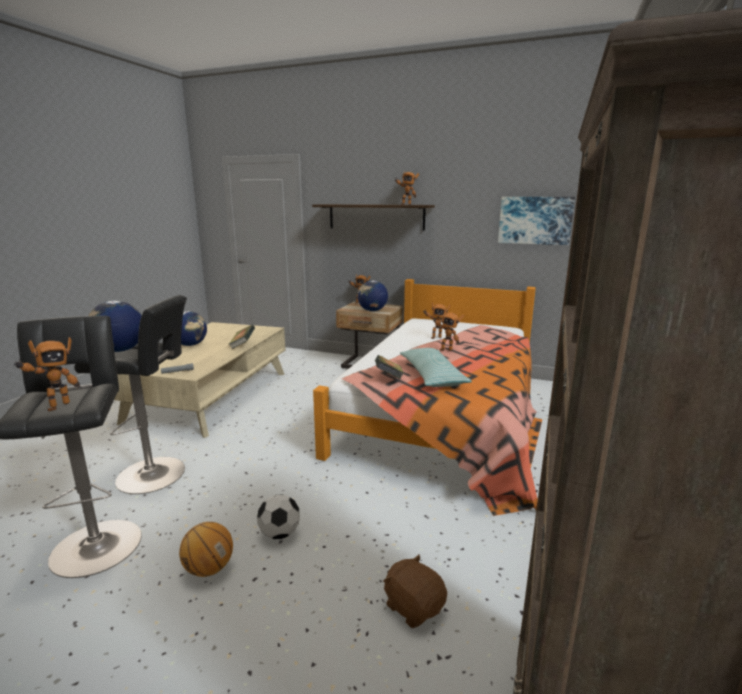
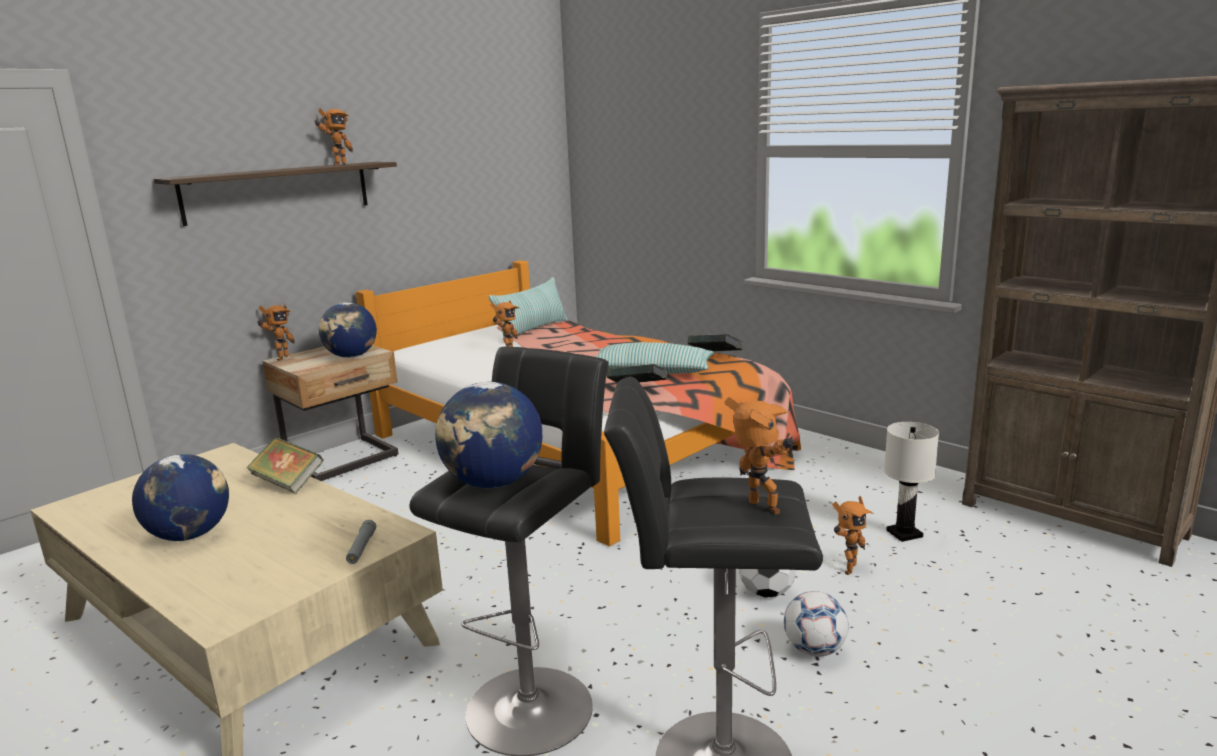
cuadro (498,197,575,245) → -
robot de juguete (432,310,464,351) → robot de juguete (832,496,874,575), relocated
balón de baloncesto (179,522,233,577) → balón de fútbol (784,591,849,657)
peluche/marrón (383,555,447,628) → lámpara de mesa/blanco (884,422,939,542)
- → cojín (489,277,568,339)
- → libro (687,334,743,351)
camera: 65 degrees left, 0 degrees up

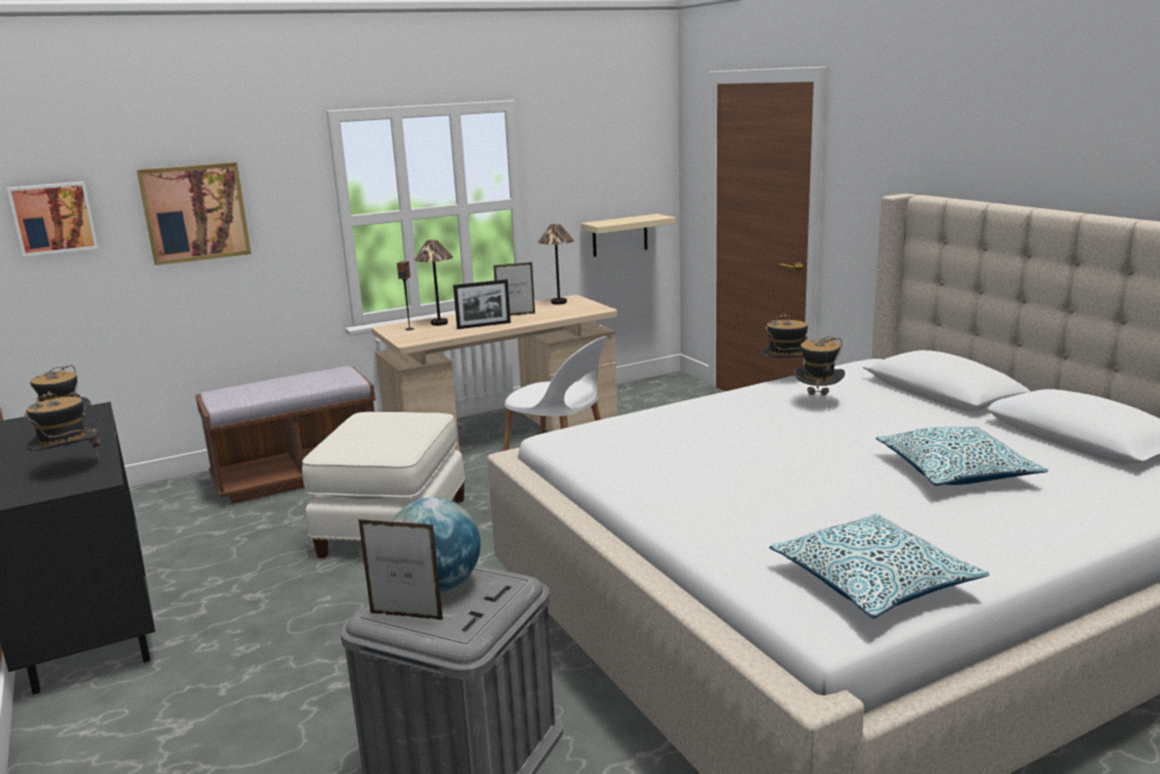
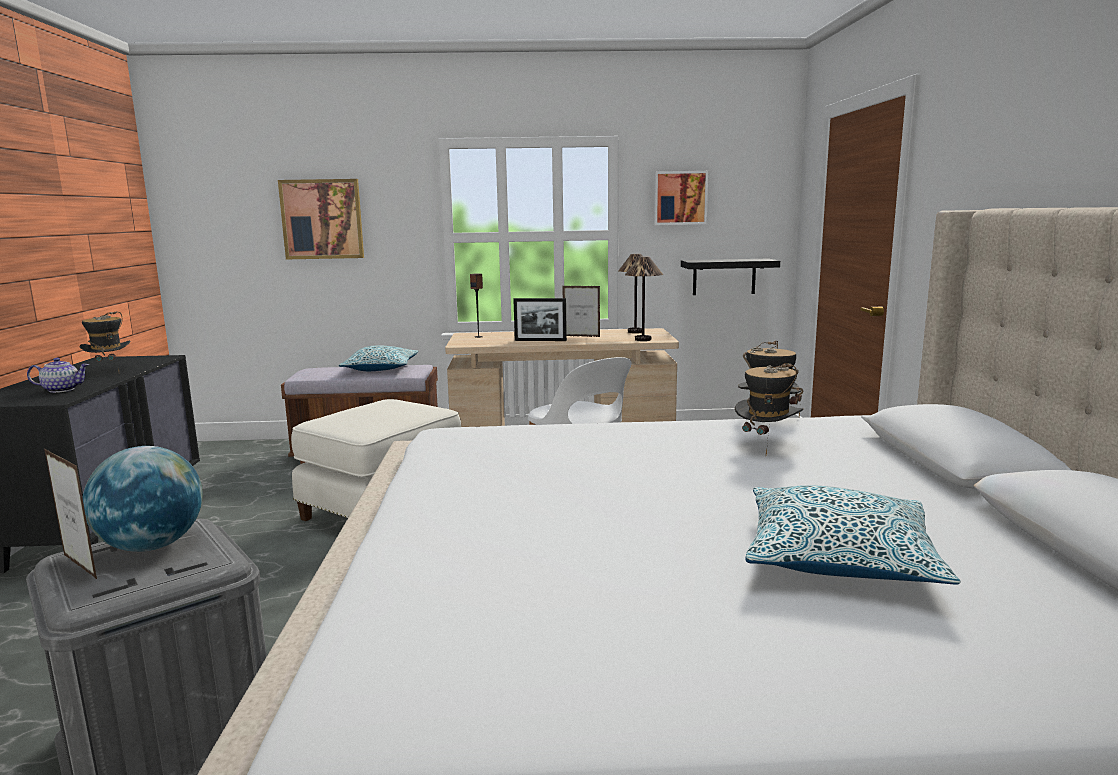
cuadro (7,182,98,257) → cuadro (654,171,708,225), relocated
estante/beis (581,214,676,257) → estante/negro (681,259,780,295)
lámpara de mesa (414,240,453,326) → lámpara de mesa (625,257,663,341), relocated
sombrero (24,391,100,458) → tetera (27,358,89,393)
cojín (769,513,990,618) → cojín (339,345,418,371), relocated
camera: 25 degrees right, 5 degrees down

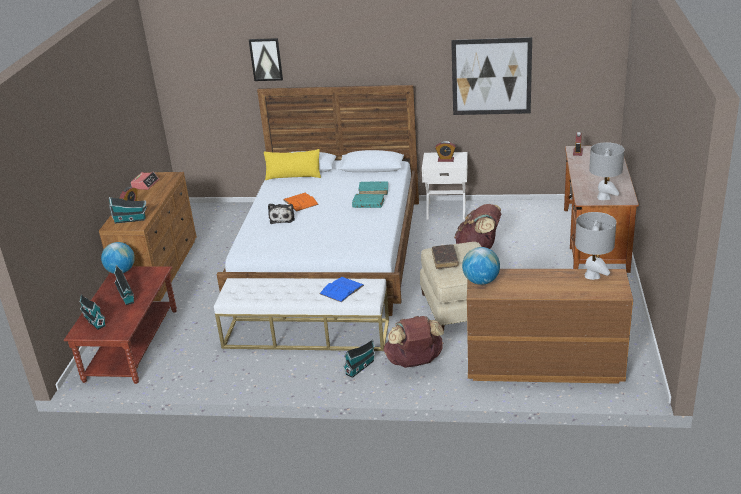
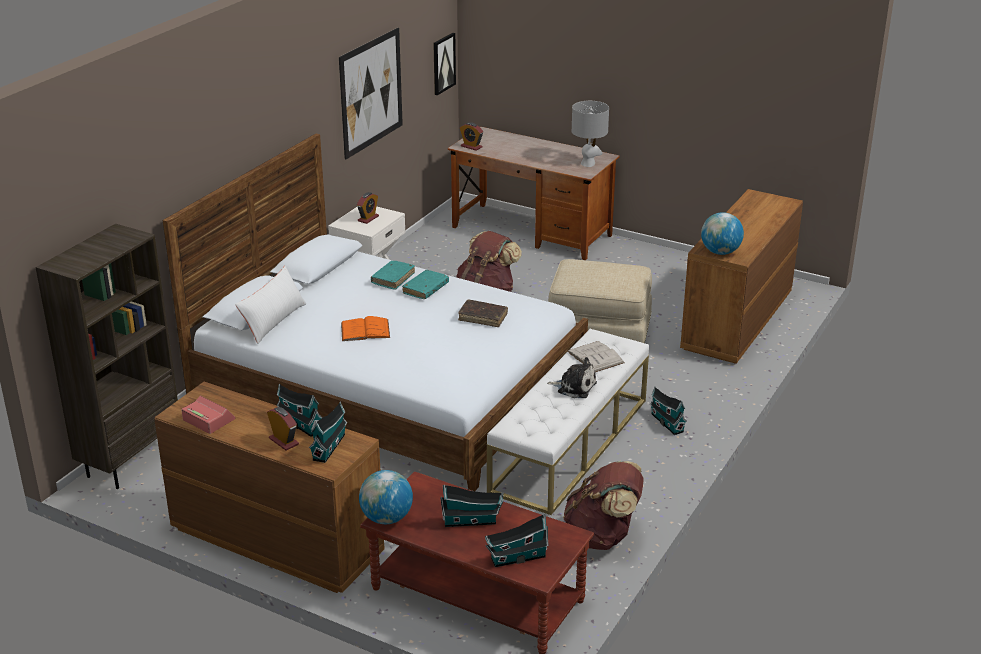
cuadro (249,38,283,81) → cuadro (433,33,456,95), relocated
cojín/amarillo (264,149,321,180) → cojín/blanco (235,266,306,344)
peluche (268,204,295,224) → peluche (547,357,597,398), relocated
lámpara de mesa/gris (575,212,616,280) → -
libro/marrón (432,245,459,269) → libro/marrón (458,299,508,327), relocated
libro/azul (320,277,364,302) → libro/blanco (567,341,625,372)
mochila/marrón (384,316,444,368) → mochila/marrón (563,461,644,550), relocated
- → estantería/marrón (36,224,178,489)
- → casita (277,384,323,437)
camera: 70 degrees left, 0 degrees up

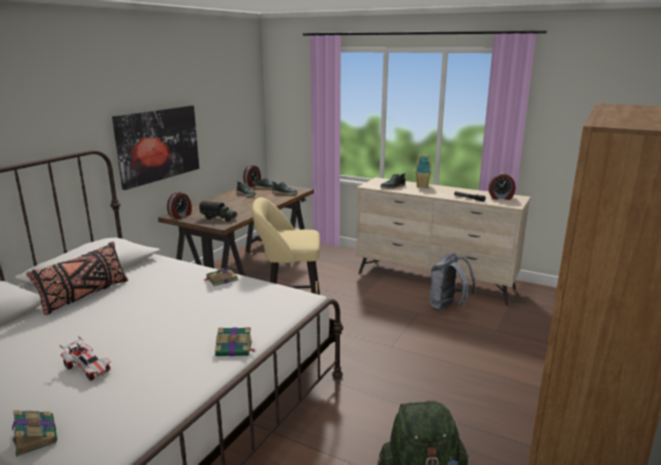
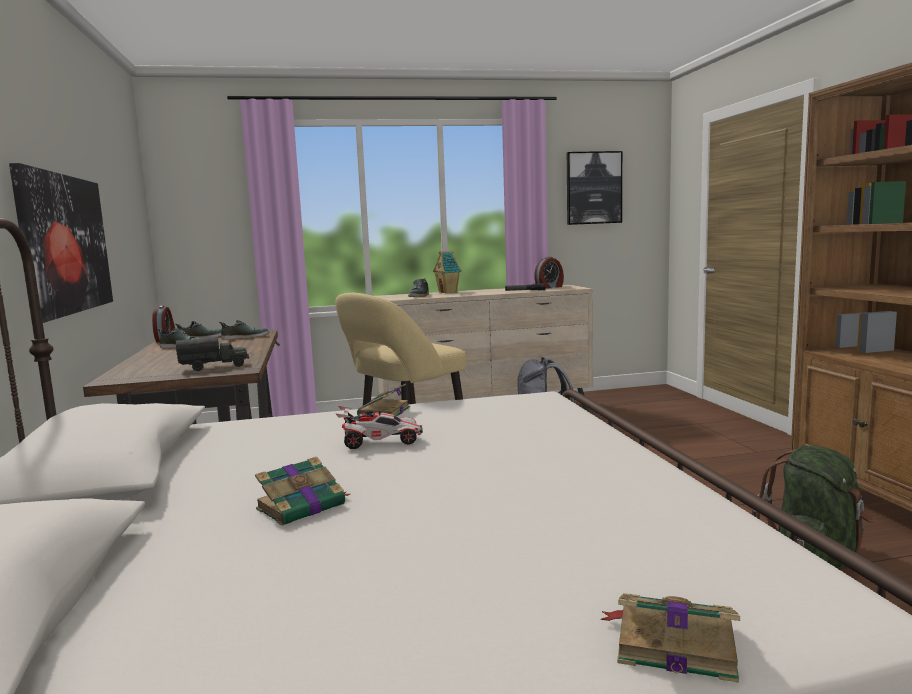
despertador (167,192,192,219) → -
cojín/negro (26,241,128,315) → -
libro (215,327,256,356) → libro (255,457,350,526), relocated
coche de juguete (59,336,111,381) → coche de juguete (336,406,423,449), relocated
- → cuadro (567,151,622,225)
camera: 40 degrees left, 10 degrees down

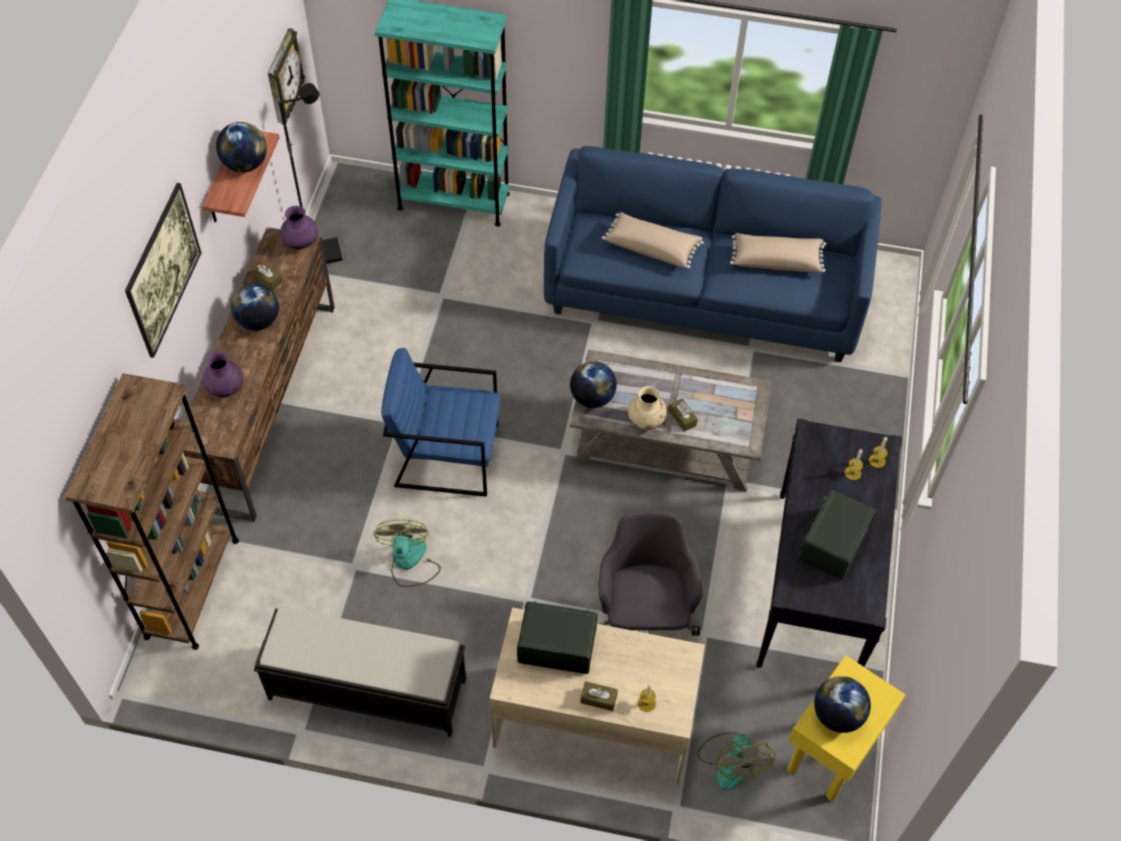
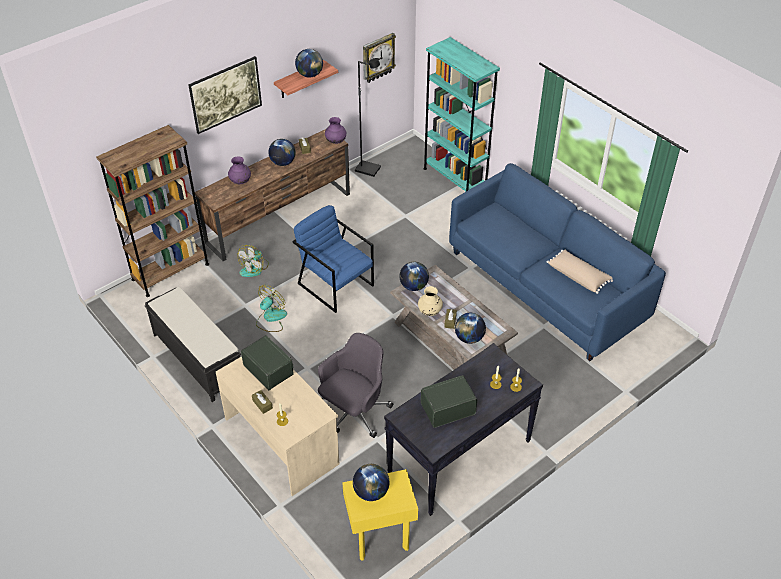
cojín/beis (602,212,704,269) → -
ventilador (697,732,775,790) → ventilador (237,245,269,277), relocated
- → globo terráqueo (455,313,486,344)
camera: 40 degrees right, 10 degrees down

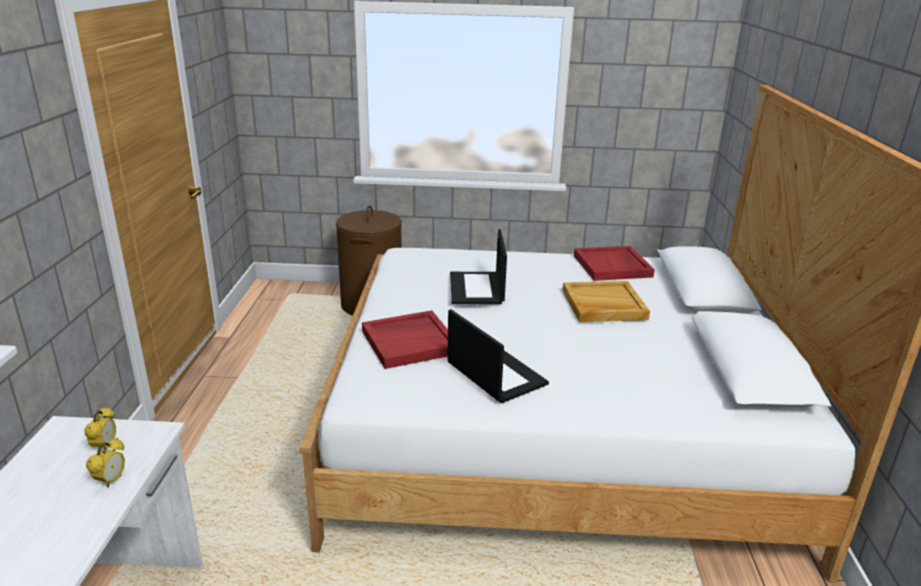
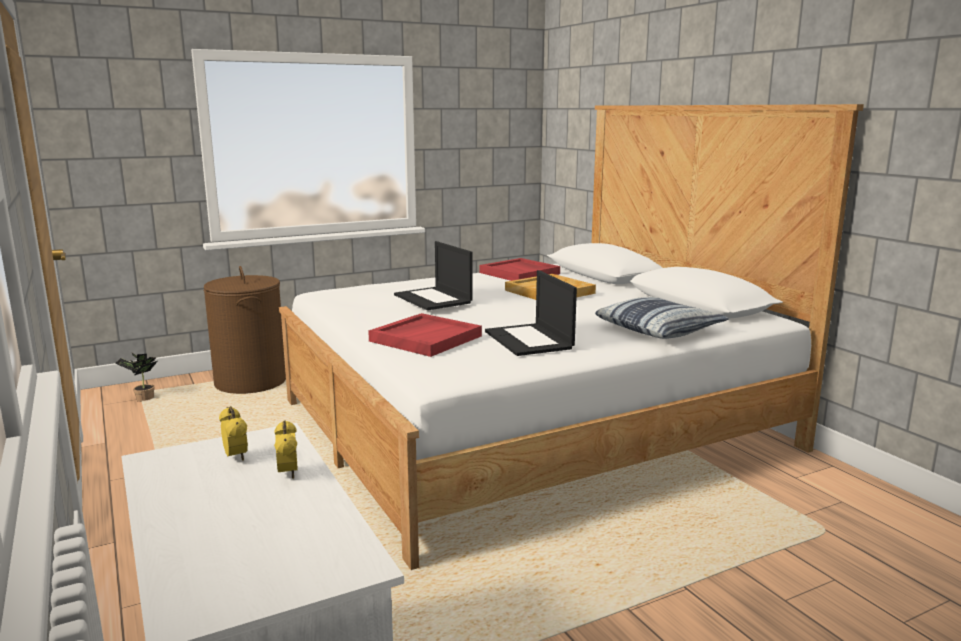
portátil (447,309,549,403) → portátil (485,270,577,356), 135 degrees counterclockwise
- → cojín (595,297,729,339)
- → planta en maceta (115,352,158,402)
camera: 30 degrees left, 10 degrees down

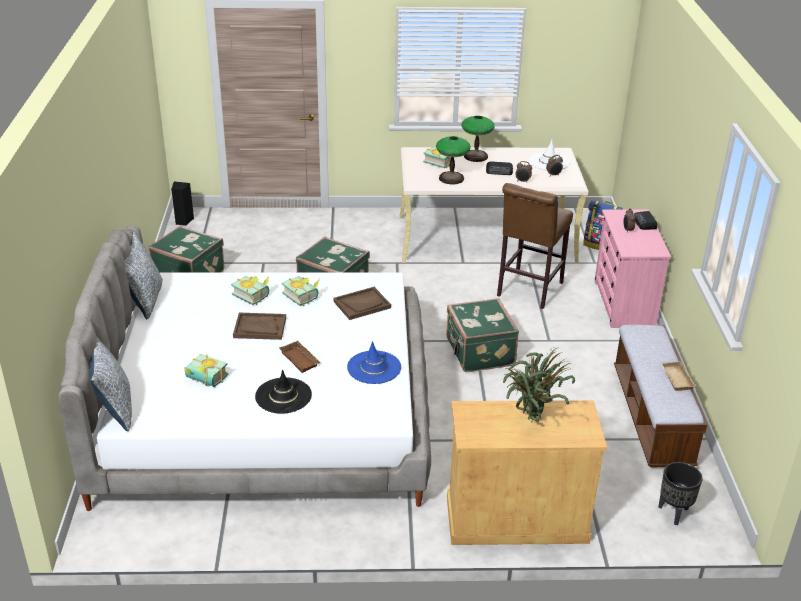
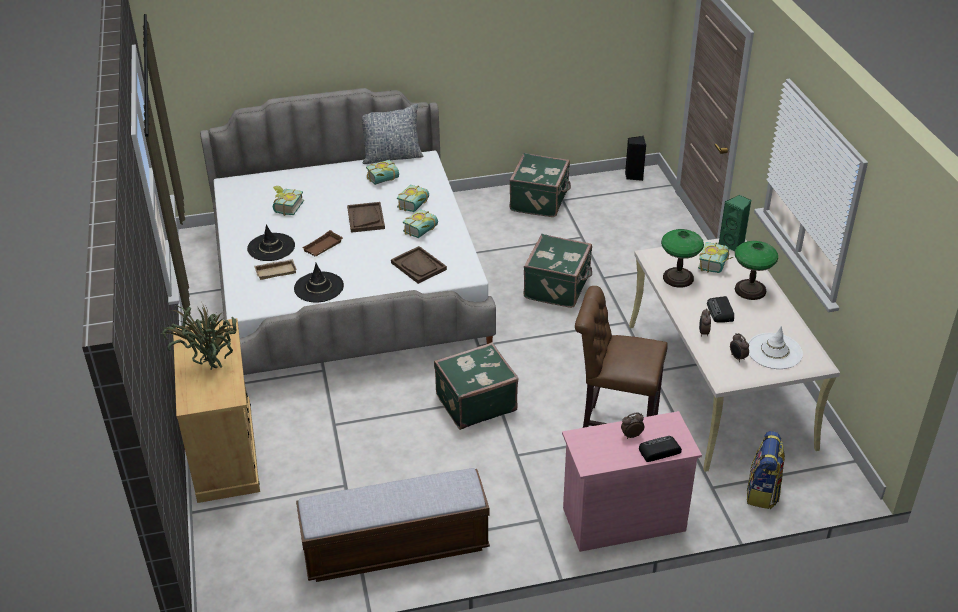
cojín (90,336,132,431) → -
sombrero/azul (347,341,401,384) → sombrero/negro (294,263,344,302)
bandeja/beis (660,361,696,391) → bandeja/beis (254,259,297,280), relocated
maceta/negro (658,462,703,525) → -
- → libro (366,160,399,185)
- → altavoz/verde (719,195,751,252)
camera: 80 degrees right, 5 degrees up

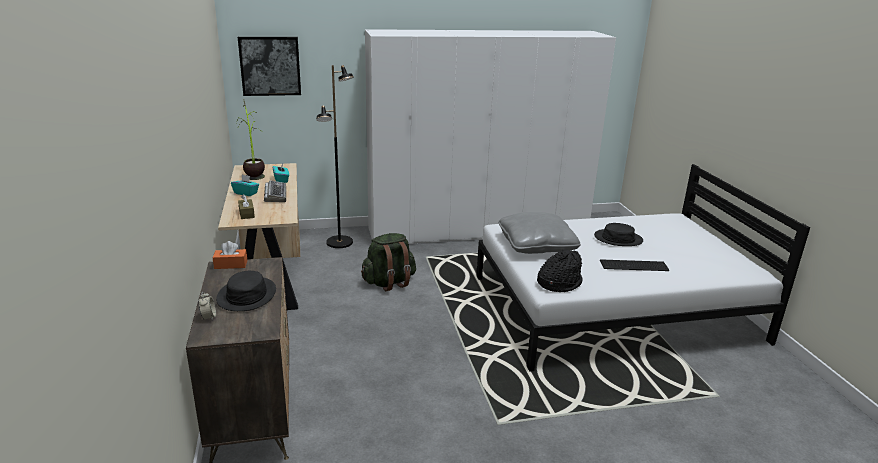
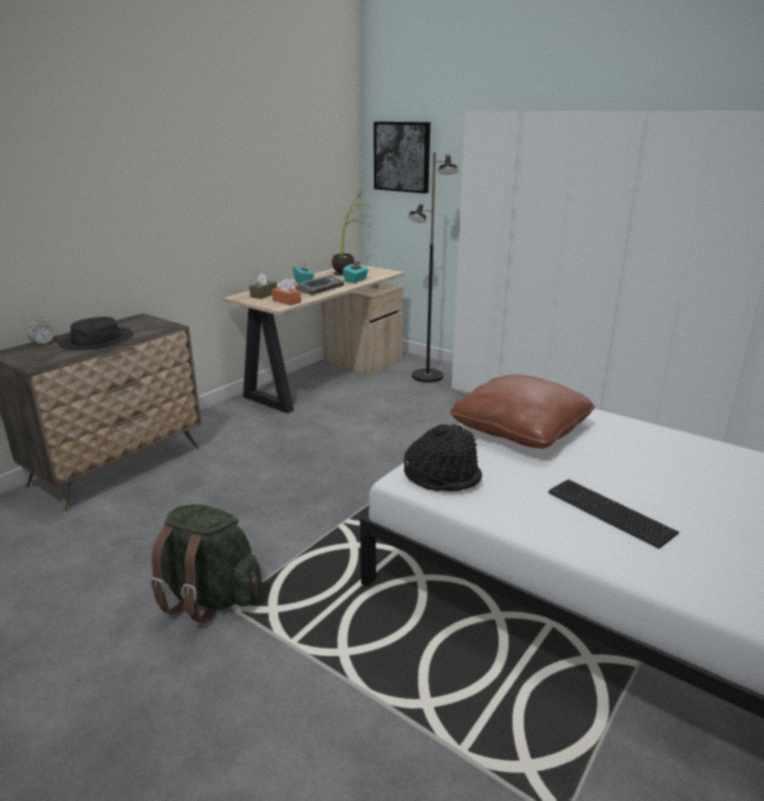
cojín/gris (498,212,581,254) → cojín/marrón (450,375,595,448)
sombrero/negro (594,223,643,246) → -
mochila/verde (361,233,416,291) → mochila/verde (150,504,262,623), relocated
caja de pañuelos/naranja (213,241,247,269) → caja de pañuelos/naranja (272,279,301,306), relocated
camera: 50 degrees right, 0 degrees up

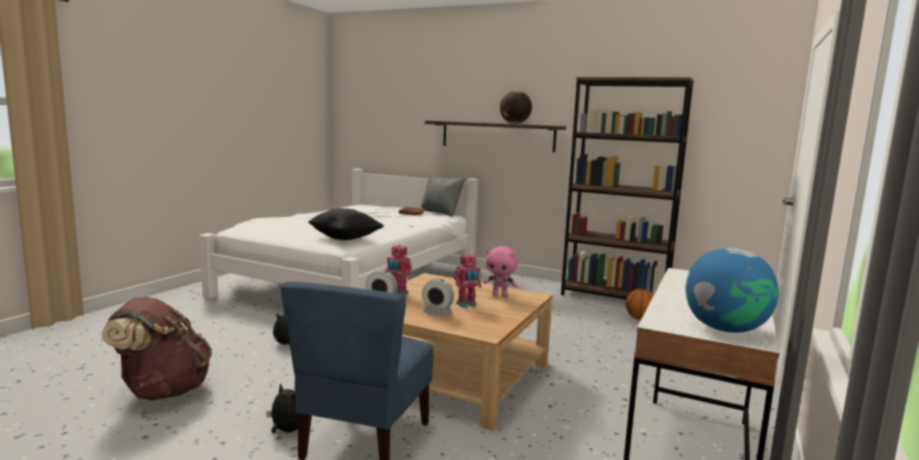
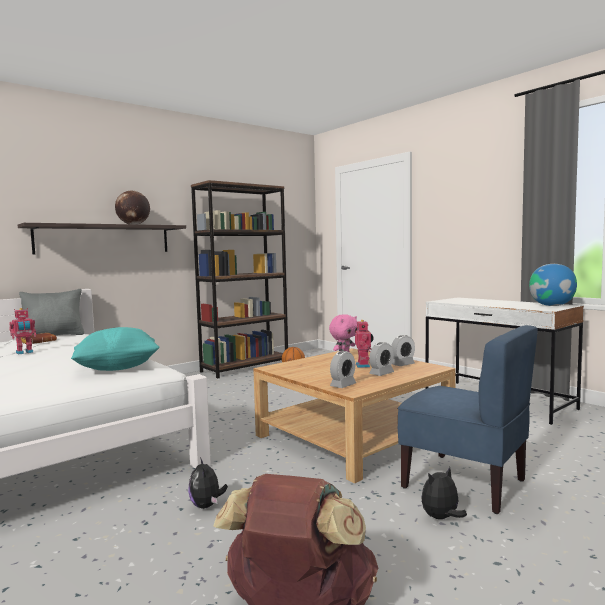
cojín/negro (308,208,384,240) → cojín/turquesa (71,327,160,371)
robot de juguete (386,244,412,295) → robot de juguete (9,308,36,355), relocated
- → despertador (391,335,415,366)
camera: 65 degrees left, 5 degrees down

